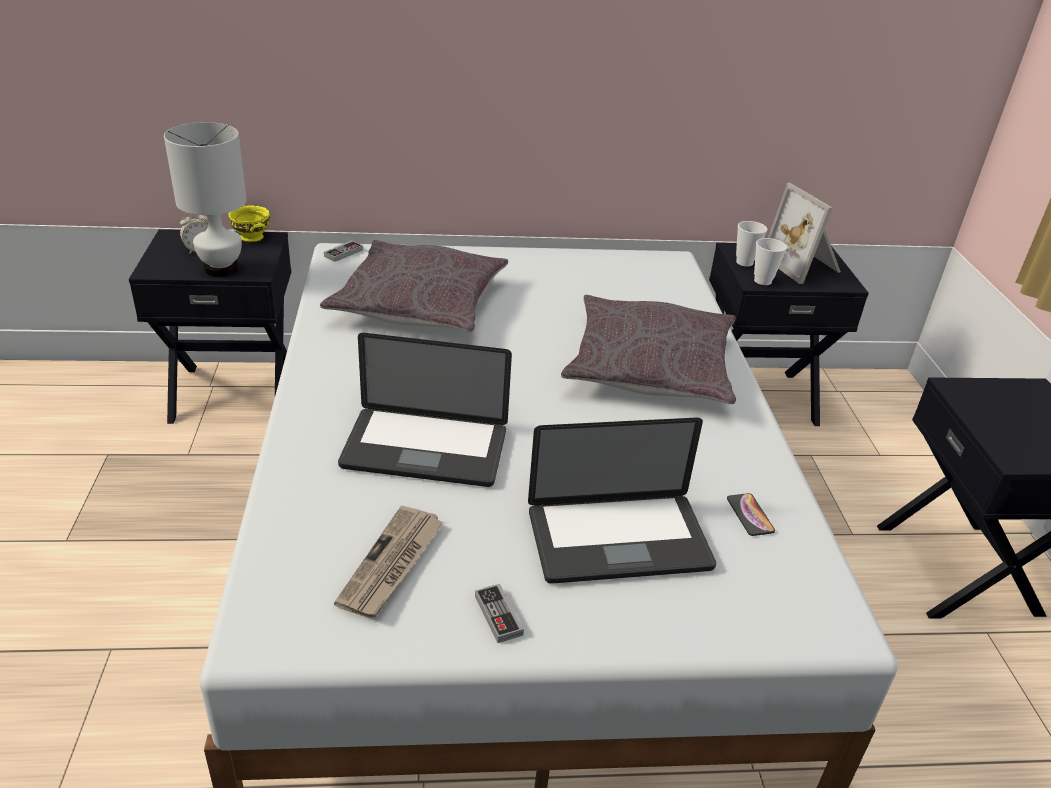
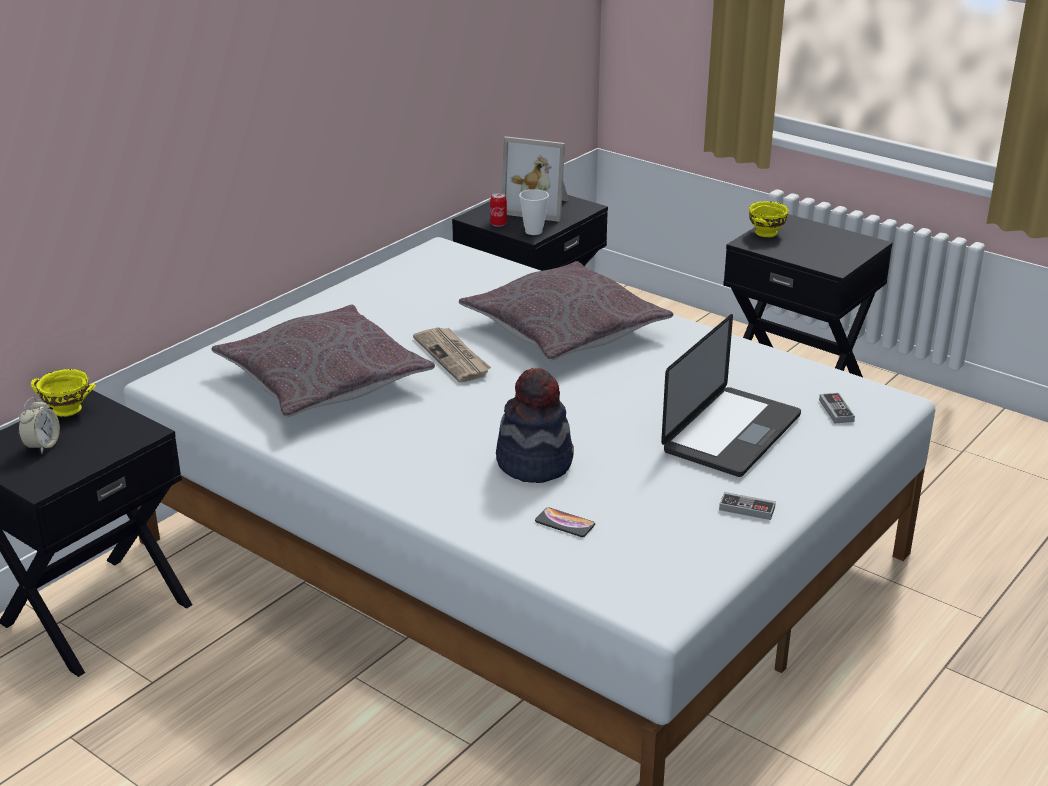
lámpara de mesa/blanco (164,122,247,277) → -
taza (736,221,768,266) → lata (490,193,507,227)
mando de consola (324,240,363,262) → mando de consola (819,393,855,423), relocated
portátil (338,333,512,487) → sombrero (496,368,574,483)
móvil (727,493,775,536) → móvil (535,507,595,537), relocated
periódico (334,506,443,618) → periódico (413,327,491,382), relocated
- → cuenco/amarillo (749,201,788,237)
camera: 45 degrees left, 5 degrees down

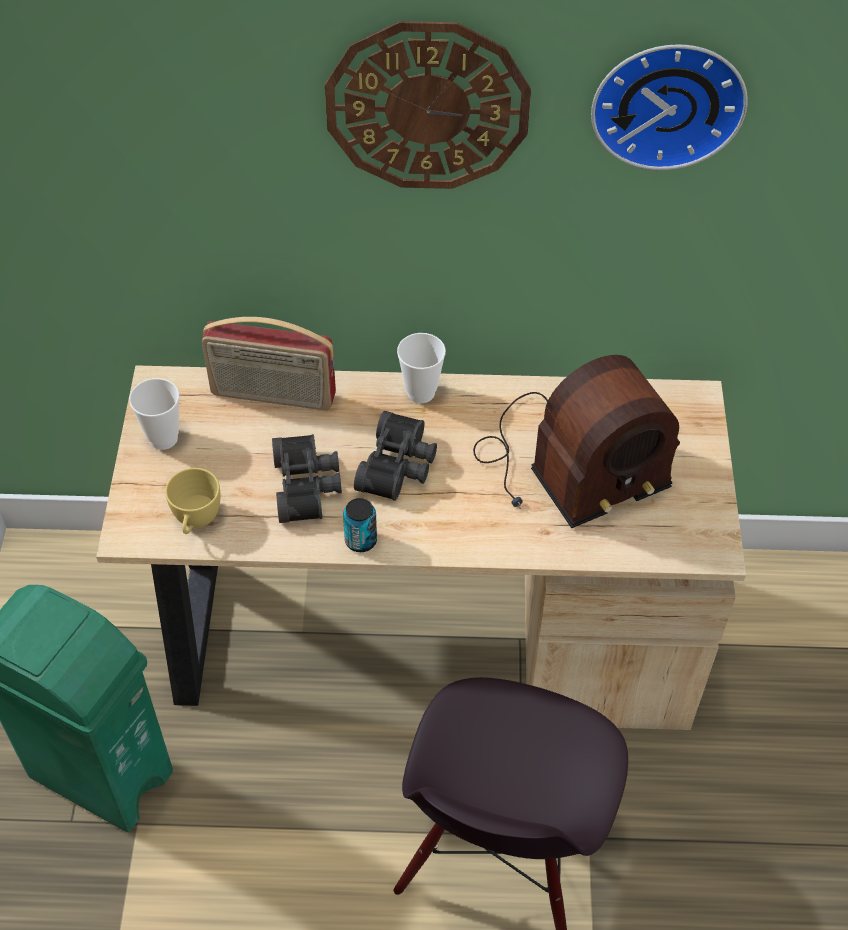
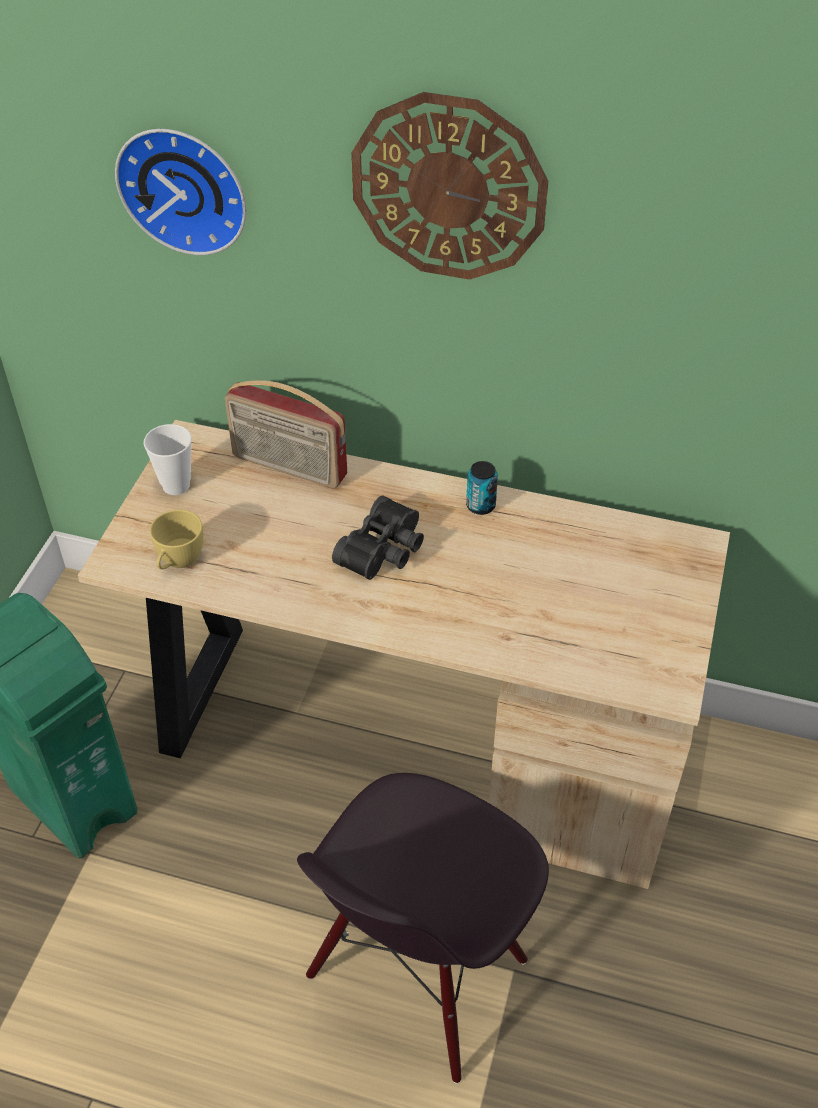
reloj de pared (591,44,748,170) → reloj de pared (115,129,246,255), relocated
taza (397,333,446,403) → -
radio (473,355,680,528) → -
prismáticos/negro (272,434,342,523) → -
lata (343,498,377,552) → lata (466,461,498,515), relocated
camera: 15 degrees right, 5 degrees down

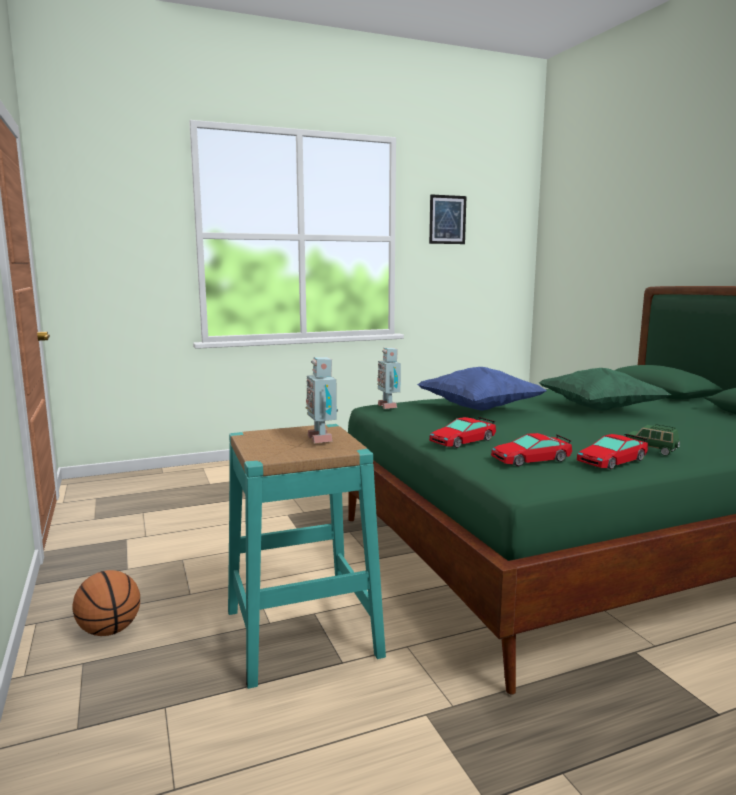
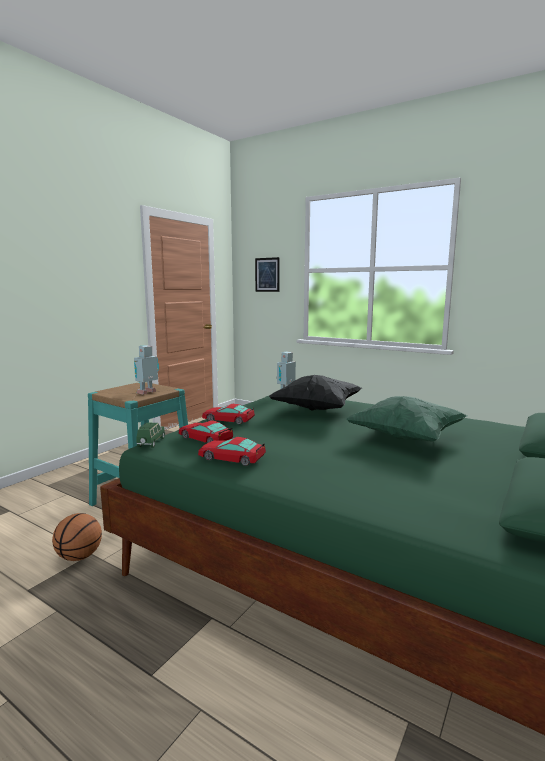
cuadro (429,194,467,244) → cuadro (255,257,280,292), relocated
cojín/azul (417,367,547,411) → cojín/negro (269,375,362,411)
coche de juguete/verde (627,424,680,456) → coche de juguete/verde (136,423,165,448), relocated
balón de baloncesto (73,570,140,636) → balón de baloncesto (52,513,102,561), relocated
camera: 55 degrees right, 0 degrees up

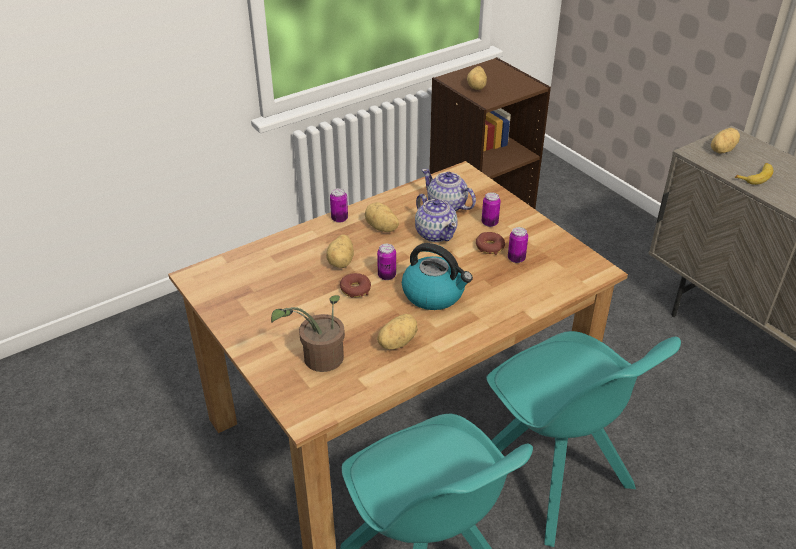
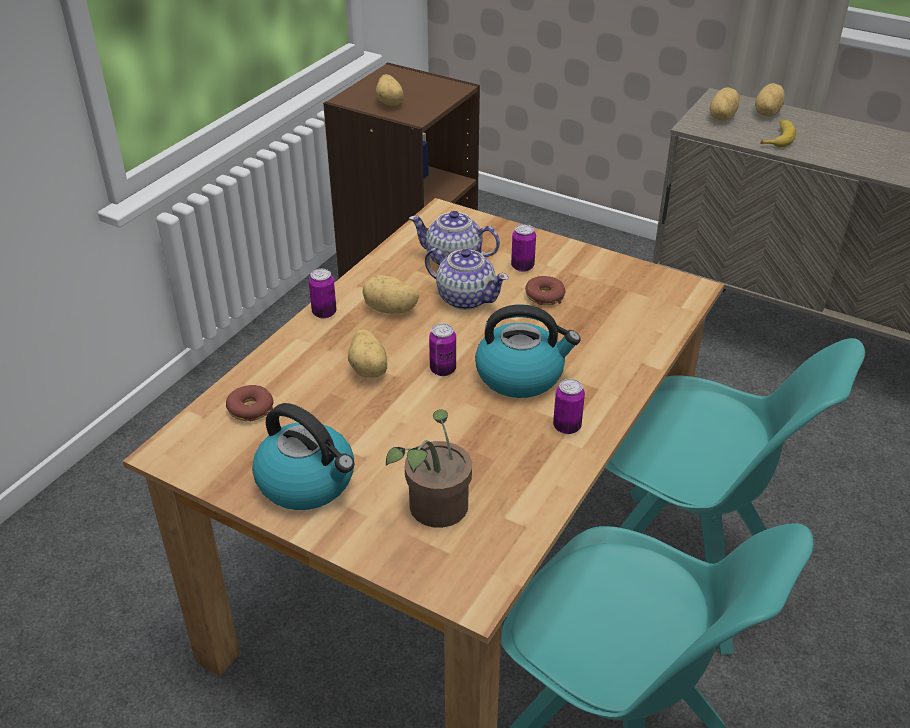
lata (508,227,528,263) → lata (553,379,585,434), relocated
rosquilla (340,273,371,297) → rosquilla (226,385,273,421), relocated
patata (377,314,418,349) → patata (755,83,785,116), relocated
- → hervidor (252,403,354,510)
camera: 25 degrees left, 0 degrees up

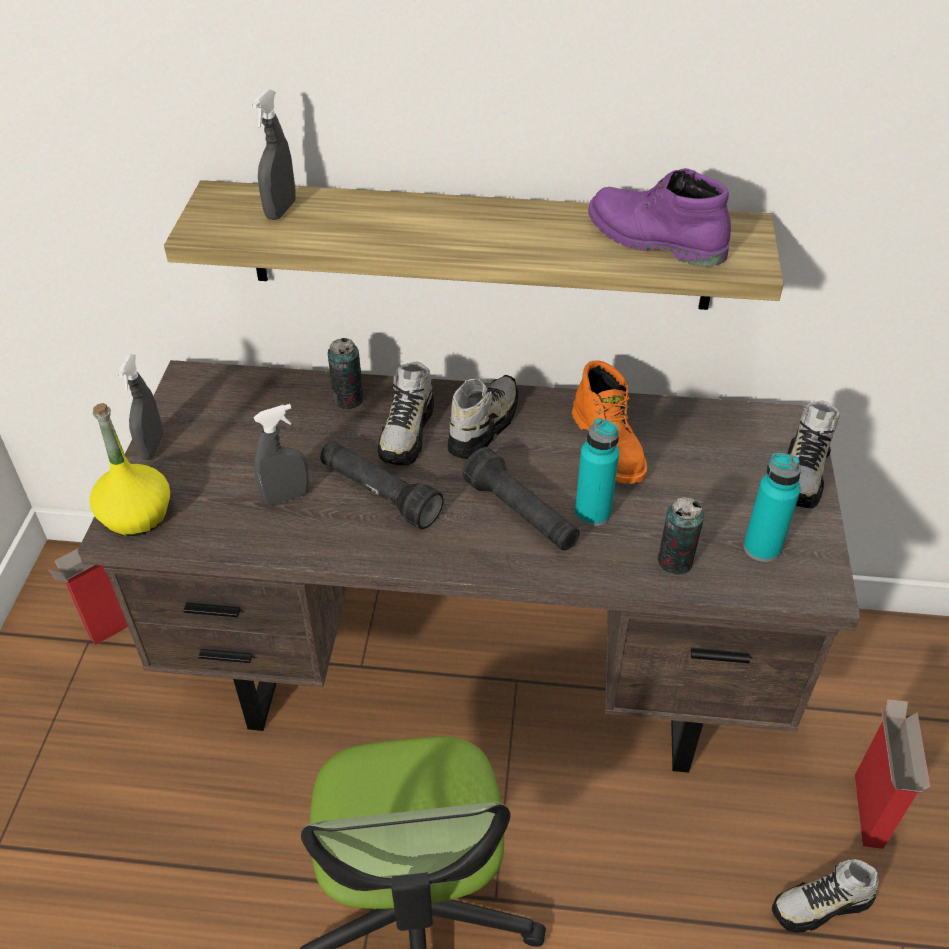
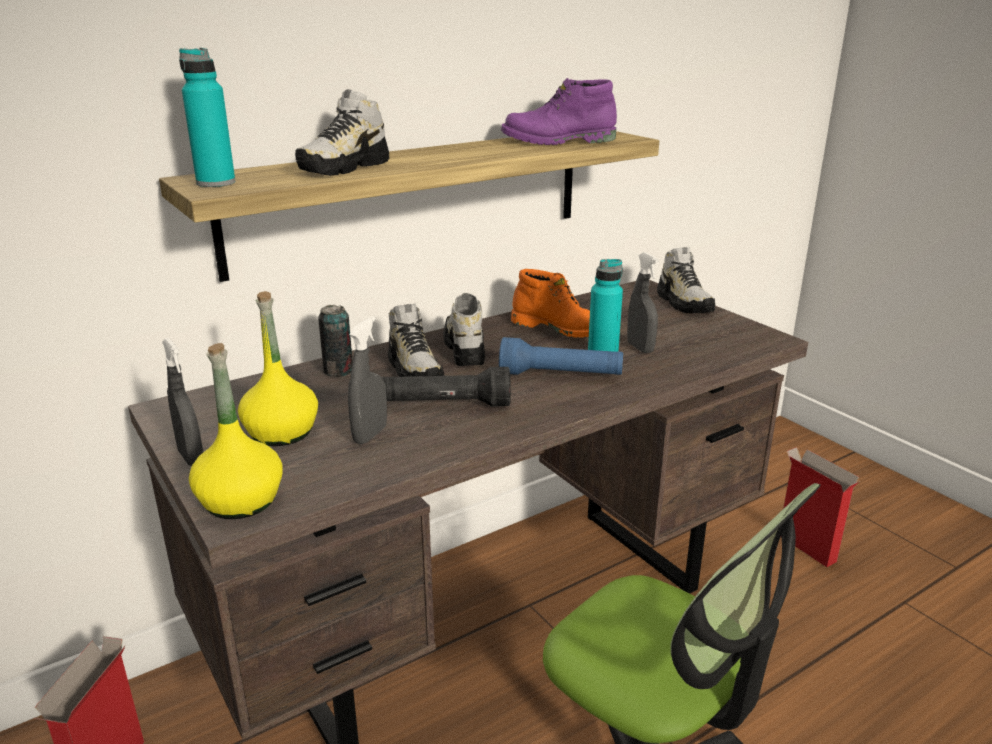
pulverizador/gris (252,89,296,220) → pulverizador/gris (627,252,659,354), relocated
linterna/negro (462,447,580,550) → linterna/azul (499,337,623,375)
botella/turquesa (743,453,801,562) → botella/turquesa (179,48,235,187), relocated
lata (657,497,704,575) → -
zapato (772,859,879,933) → zapato (295,89,389,176), relocated
- → botella/amarillo (238,291,318,446)
camera: 40 degrees left, 20 degrees down

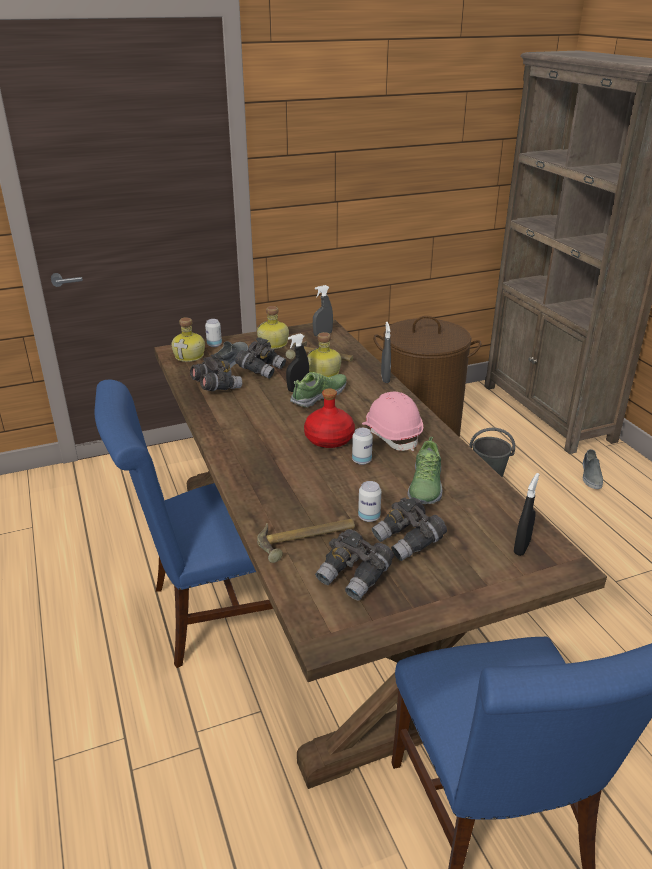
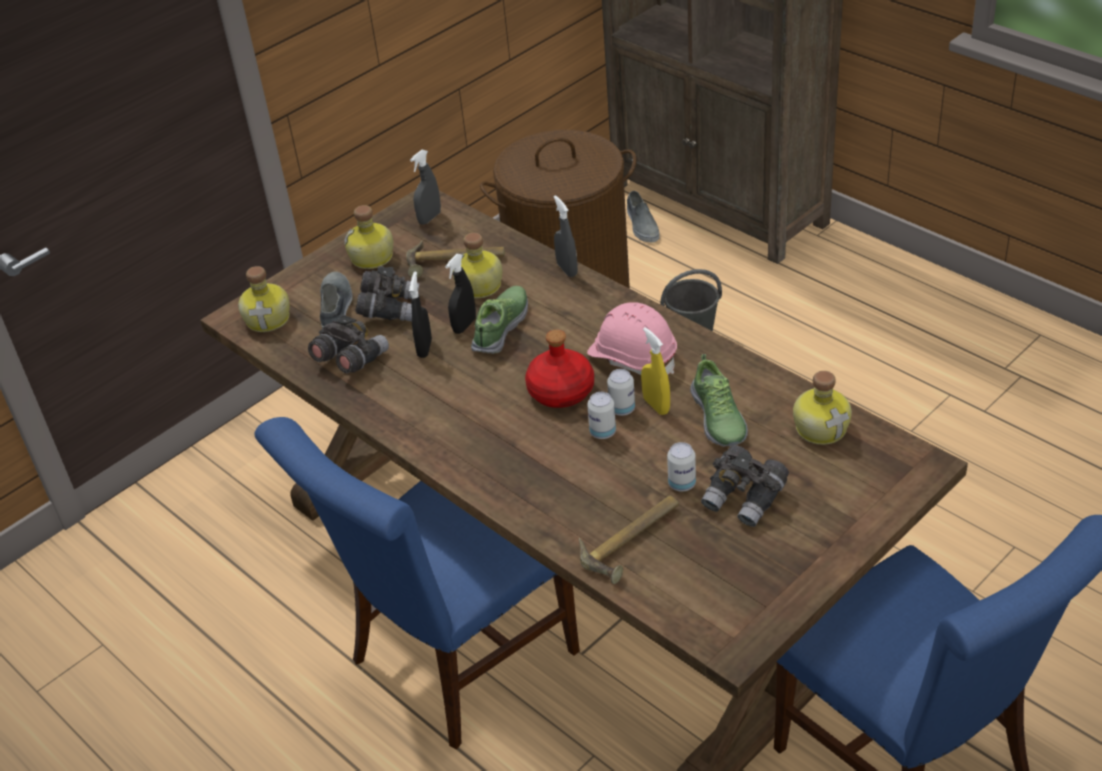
lata (205,319,222,347) → lata (587,392,616,439), relocated
zapato/gris (583,449,603,489) → zapato/gris (627,191,660,242), relocated
pulverizador/negro (514,473,539,556) → pulverizador/negro (409,271,432,358), relocated
prismáticos/gris (315,529,394,601) → -
- → pulverizador/amarillo (641,327,670,415)
- → botella (793,371,852,445)
camera: 20 degrees left, 10 degrees up

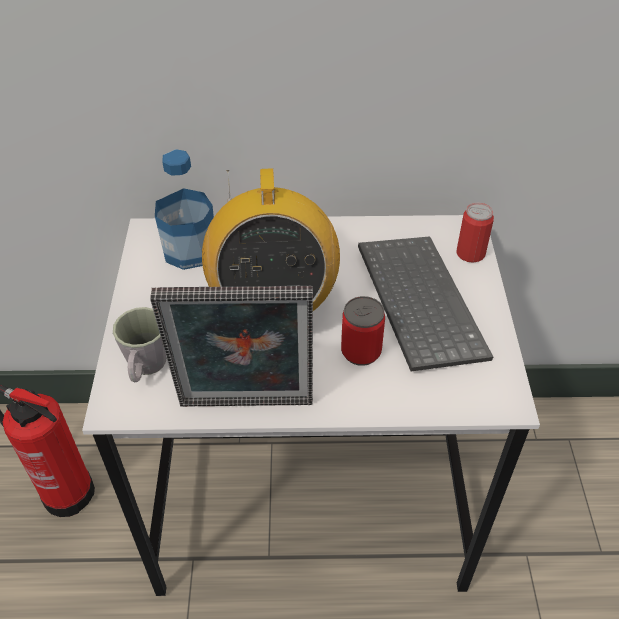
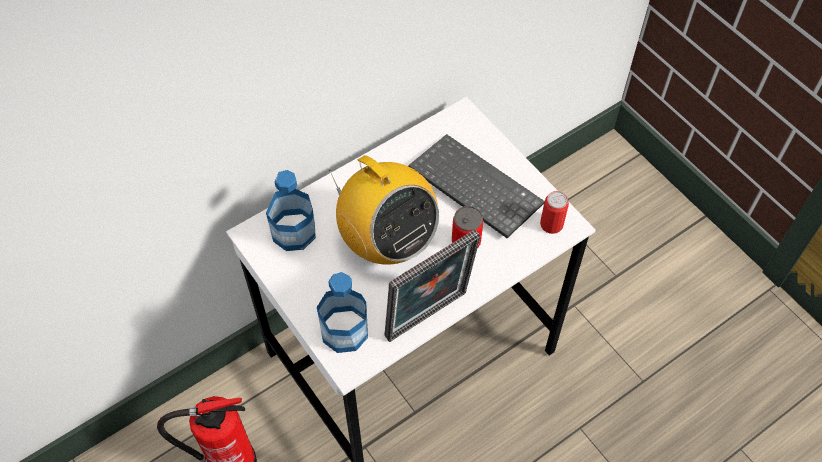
lata (456,203,494,263) → lata (540,191,569,234), relocated
taza grande/gris (113,307,166,383) → botella (317,272,368,353)
camera: 35 degrees left, 10 degrees up

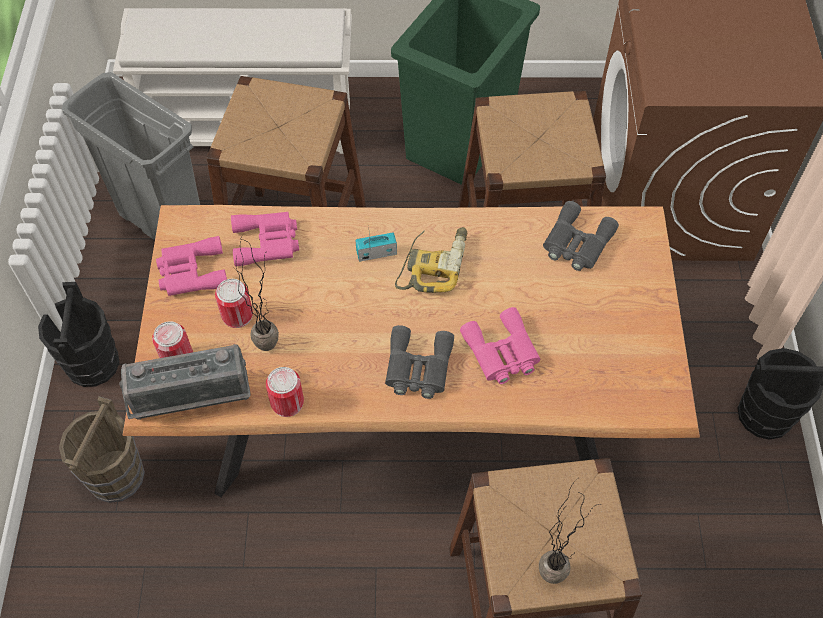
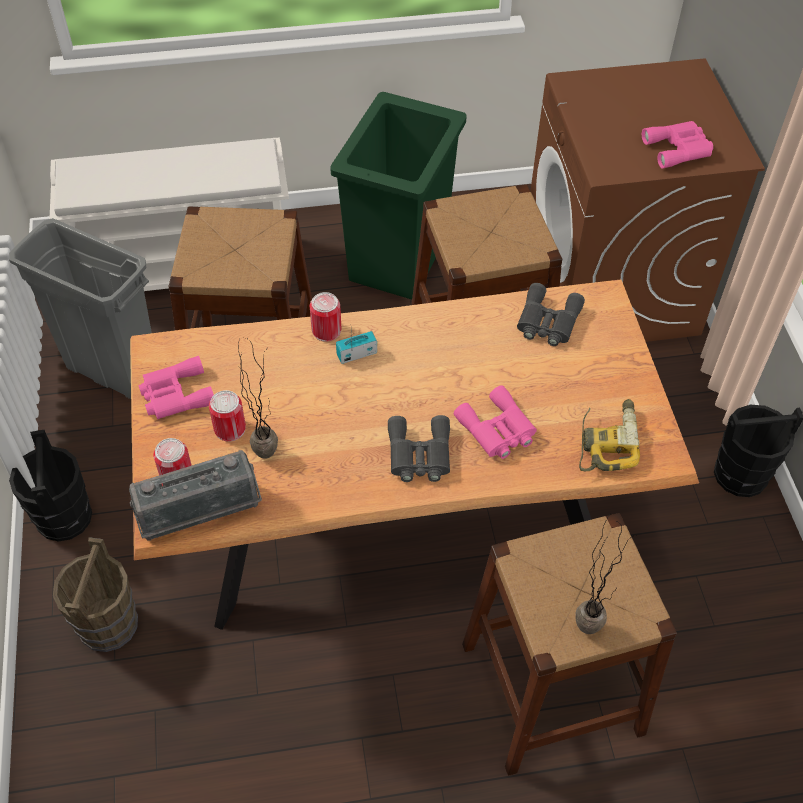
prismáticos/rosa (231,212,299,266) → prismáticos/rosa (642,121,713,168), relocated
taladro (395,227,467,293) → taladro (579,399,640,471), relocated
lata (266,367,304,417) → lata (310,292,341,342), relocated
camera: 10 degrees left, 5 degrees down

